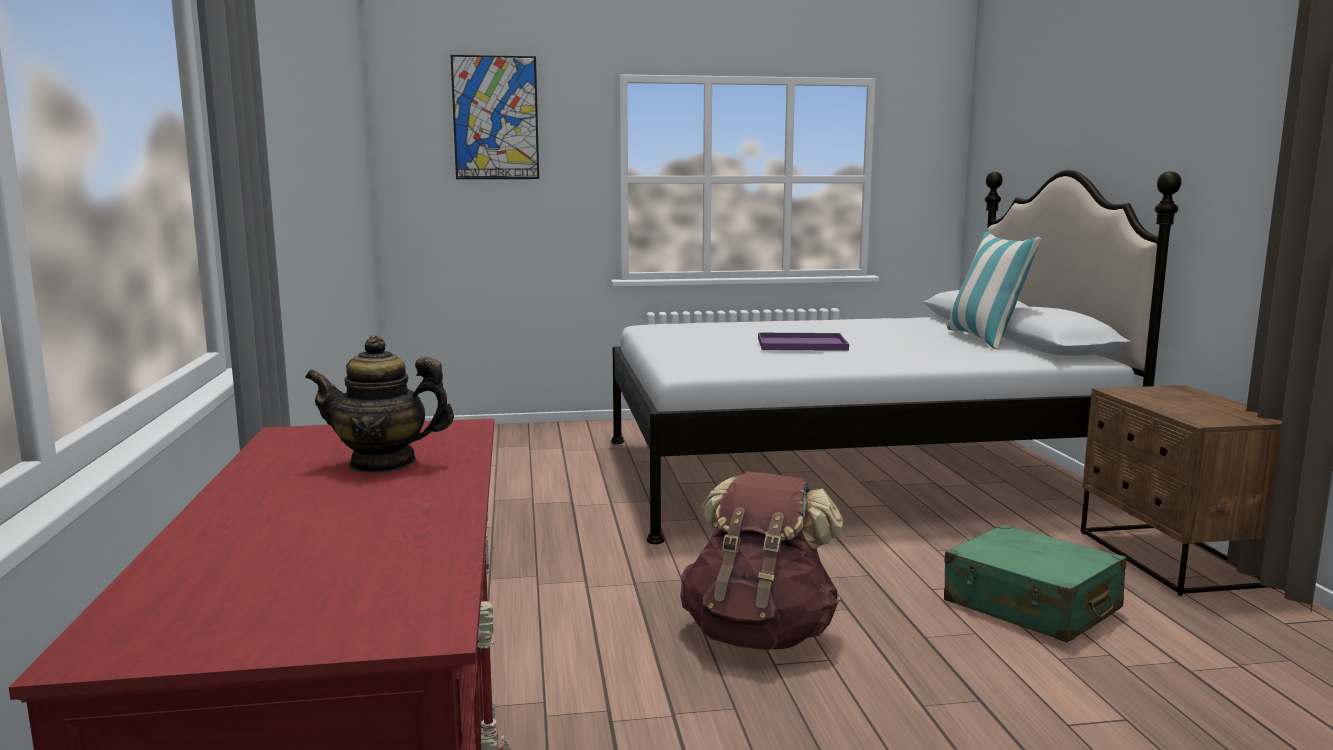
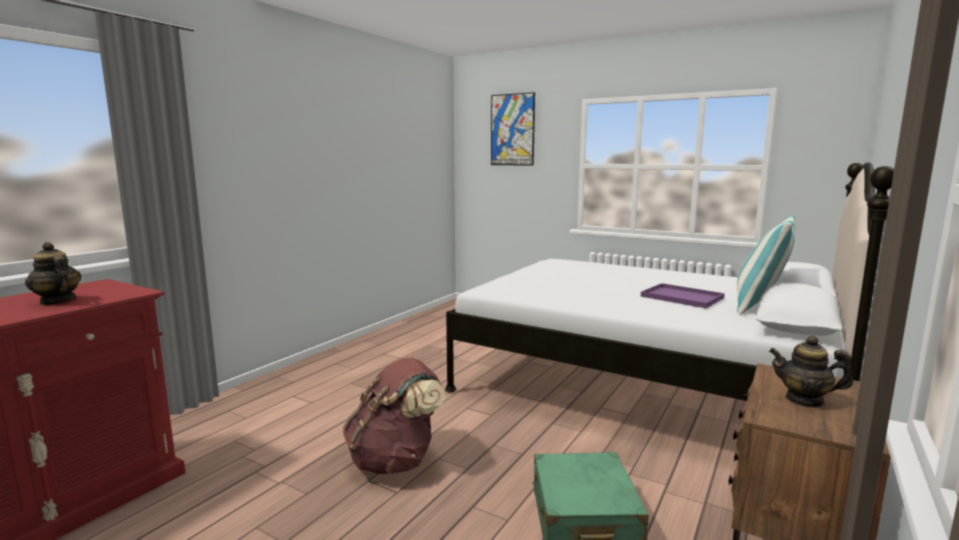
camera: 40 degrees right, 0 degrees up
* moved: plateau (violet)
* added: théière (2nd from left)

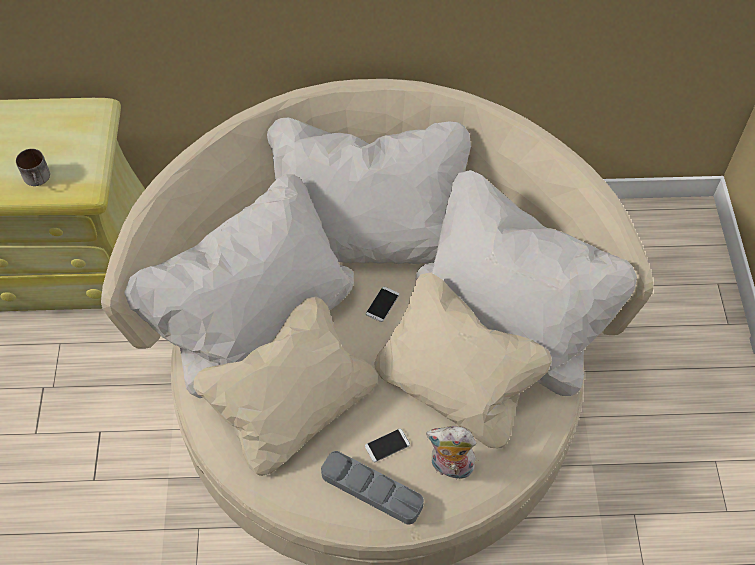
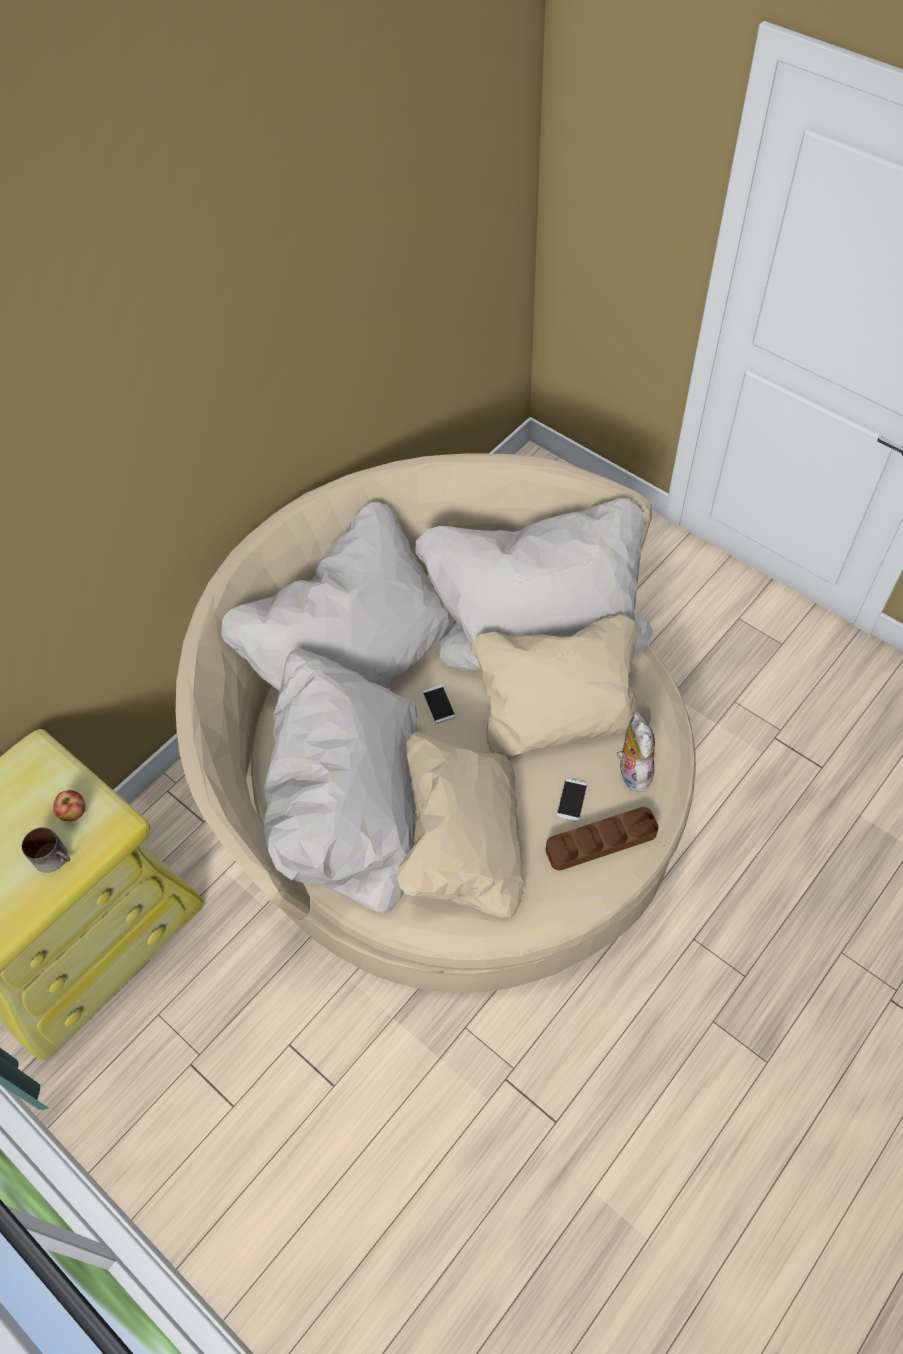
camera: 45 degrees left, 0 degrees up
* recoloured: plateau (gris) to plateau (marron)
* turned: peluche 120 degrees clockwise
* added: pomme

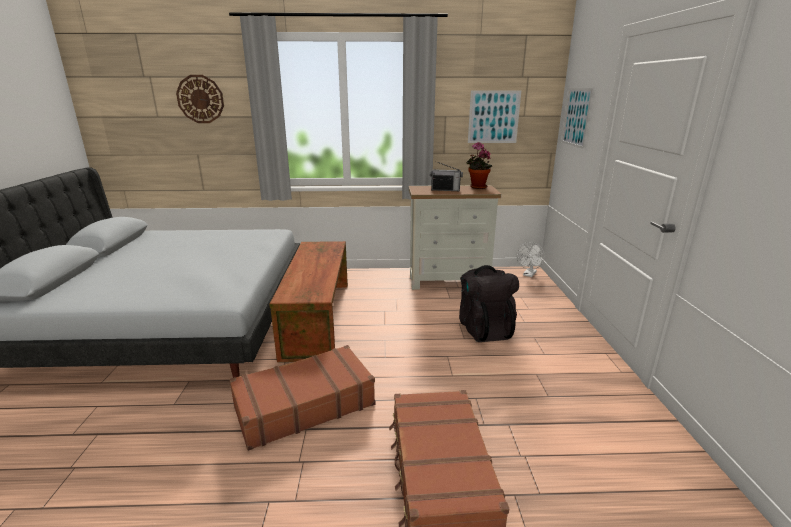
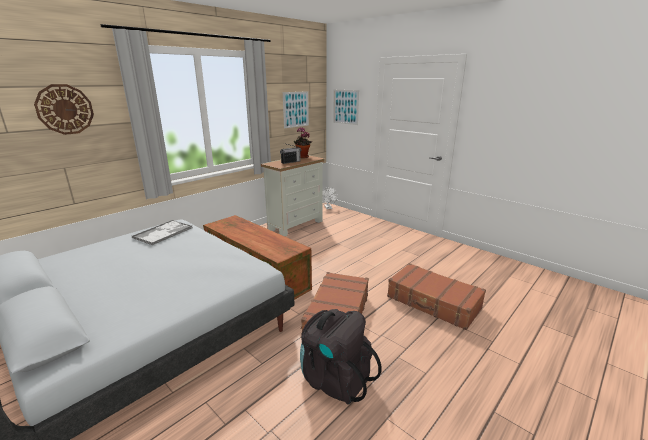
camera: 45 degrees left, 0 degrees up
* moved: sac à dos (noir)
* added: plateau

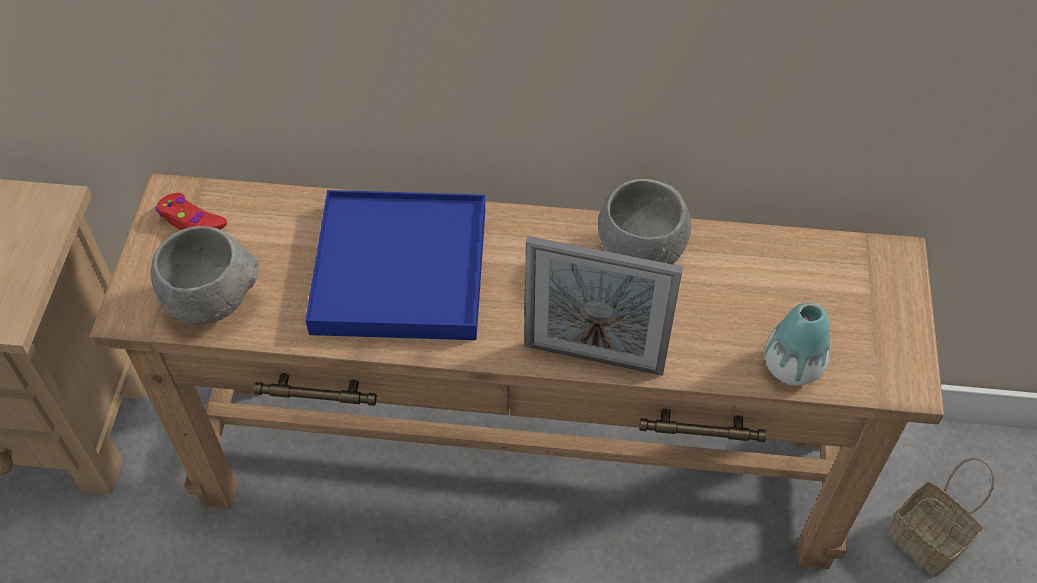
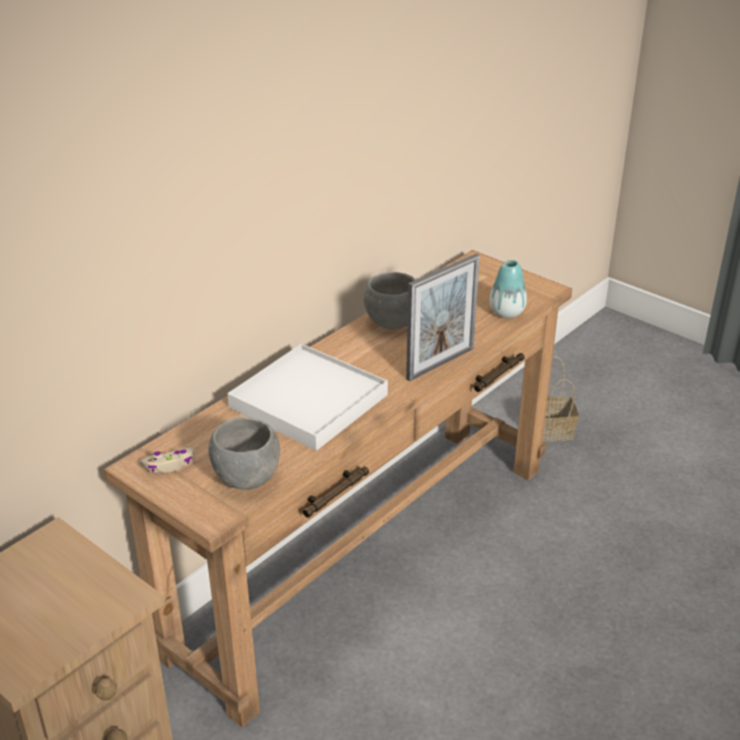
camera: 55 degrees left, 20 degrees down
* recoloured: manette (rouge) to manette (beige)
* recoloured: plateau (bleu) to plateau (blanc)

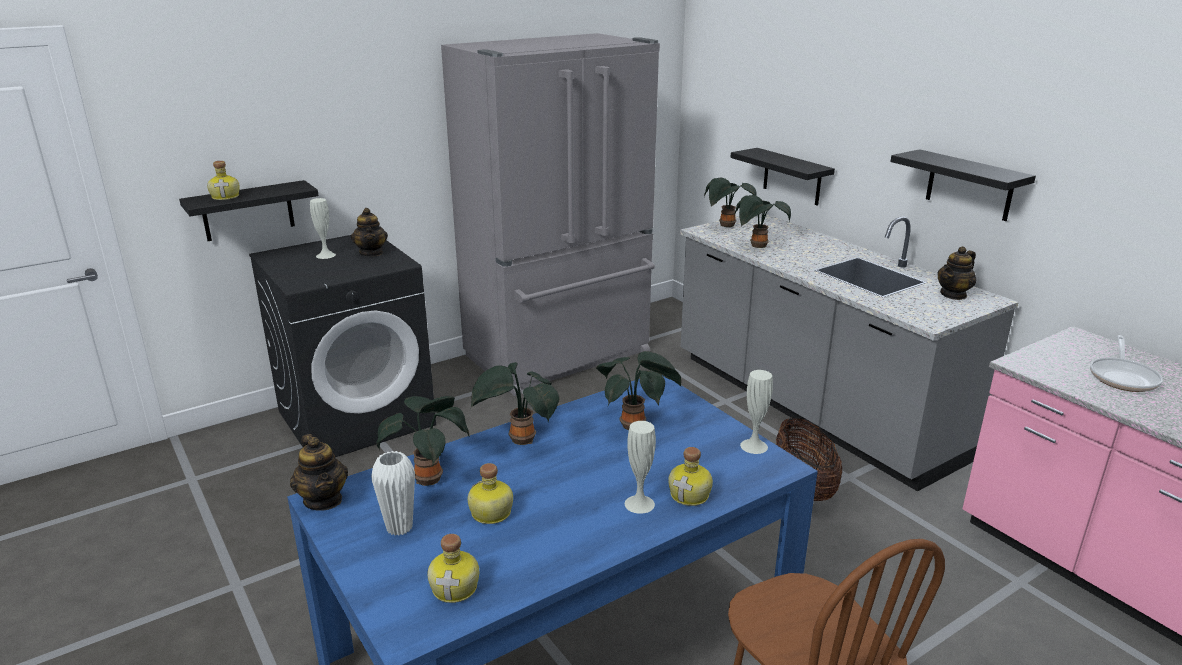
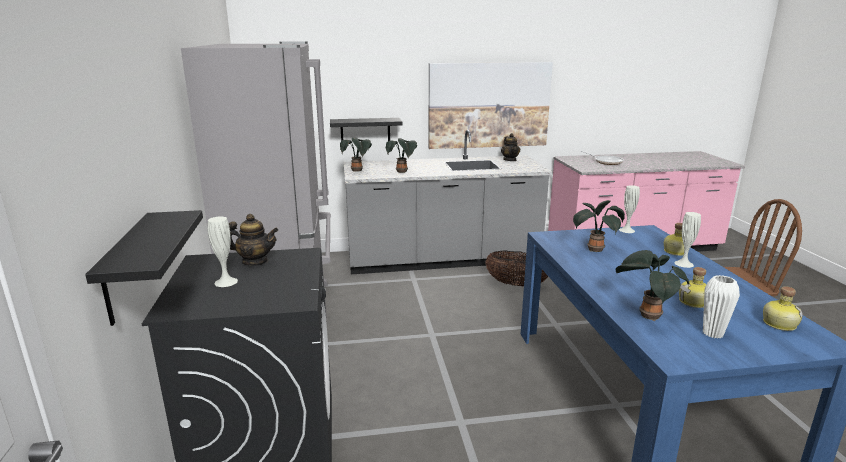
camera: 65 degrees left, 5 degrees down
* removed: bouteille (1st from left)
* removed: théière (1st from left)
* removed: plante en pot (2nd from left)
* replaced: étagère (noir) (3rd from left) to tableau

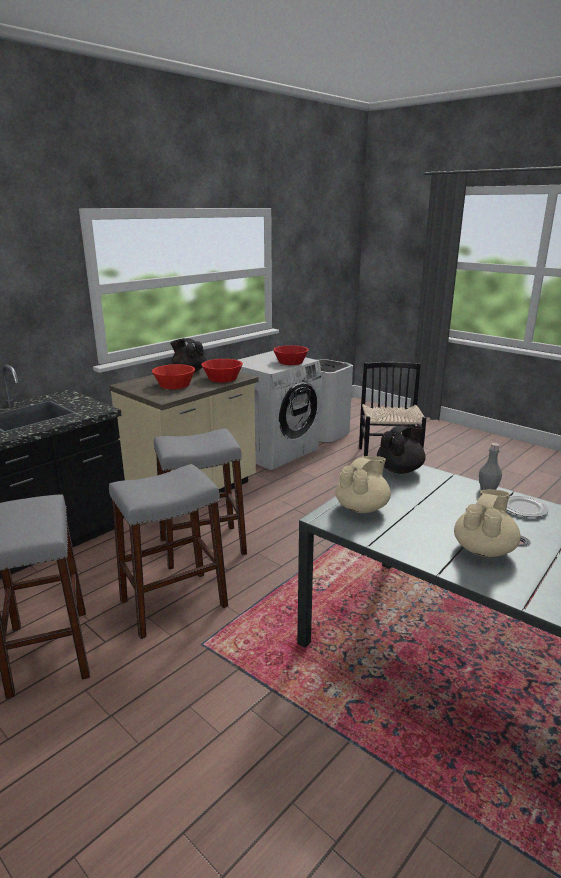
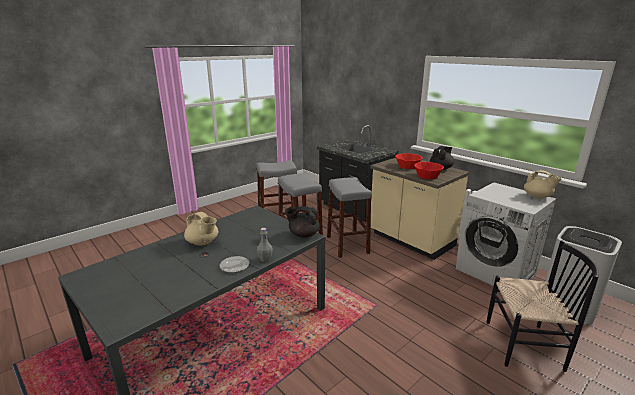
camera: 95 degrees right, 0 degrees up
* removed: bol (rouge) (3rd from left)
* moved: théière (beige) (1st from left in the first image) to théière (beige) (2nd from left)
* turned: théière (noir) (2nd from left in the first image) 135 degrees clockwise

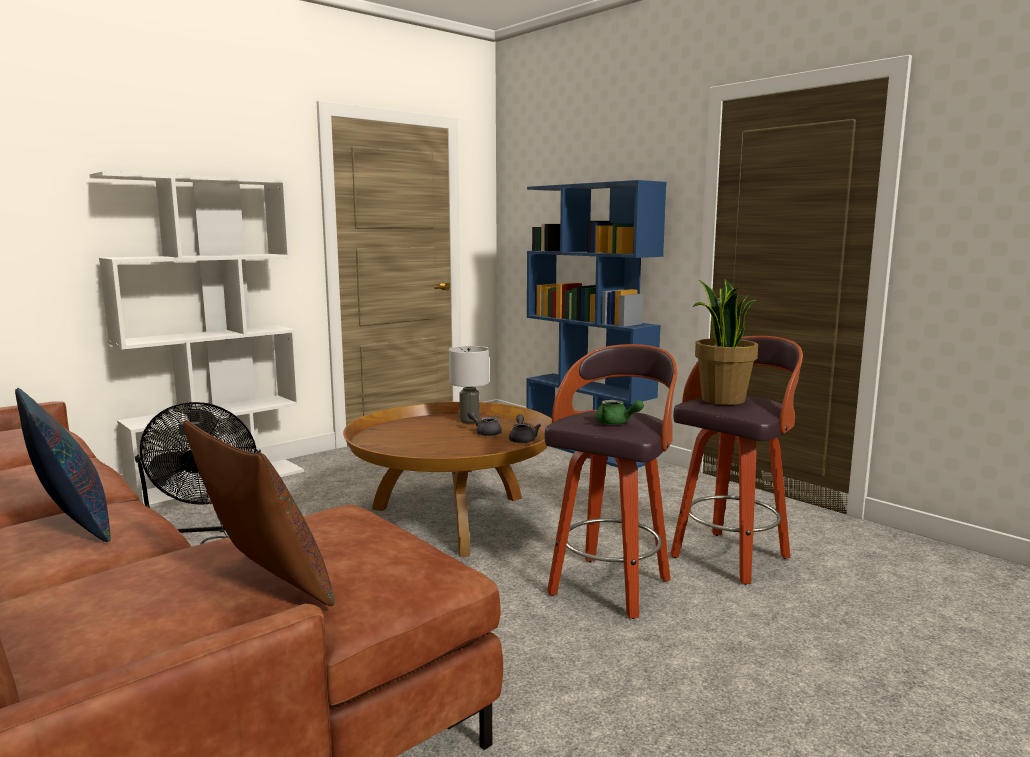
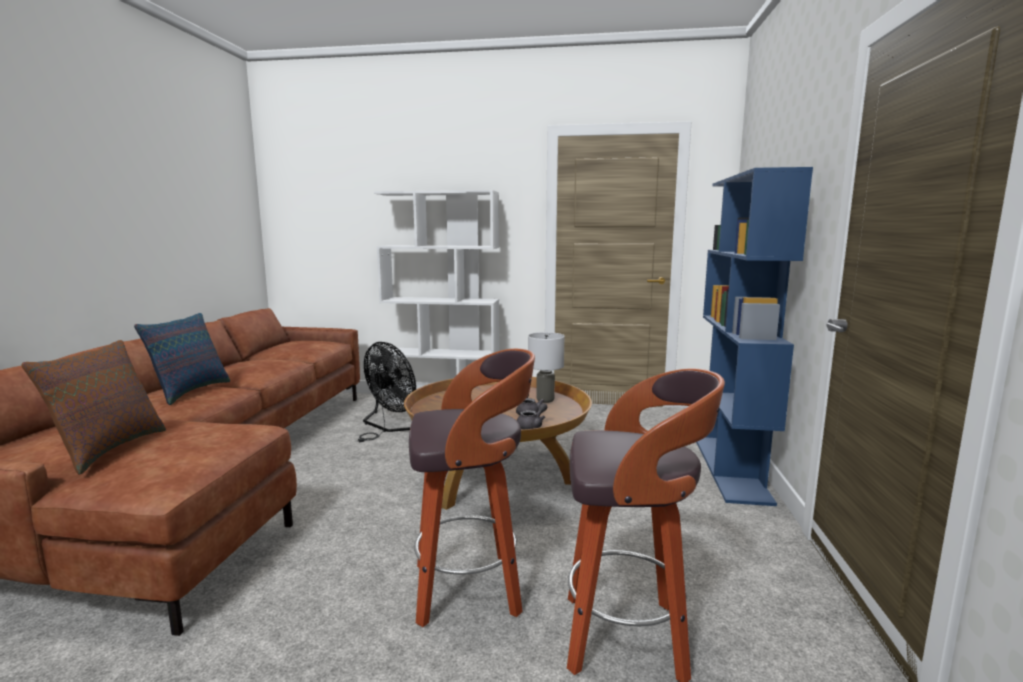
camera: 50 degrees right, 0 degrees up
* removed: théière (vert)
* removed: plante en pot

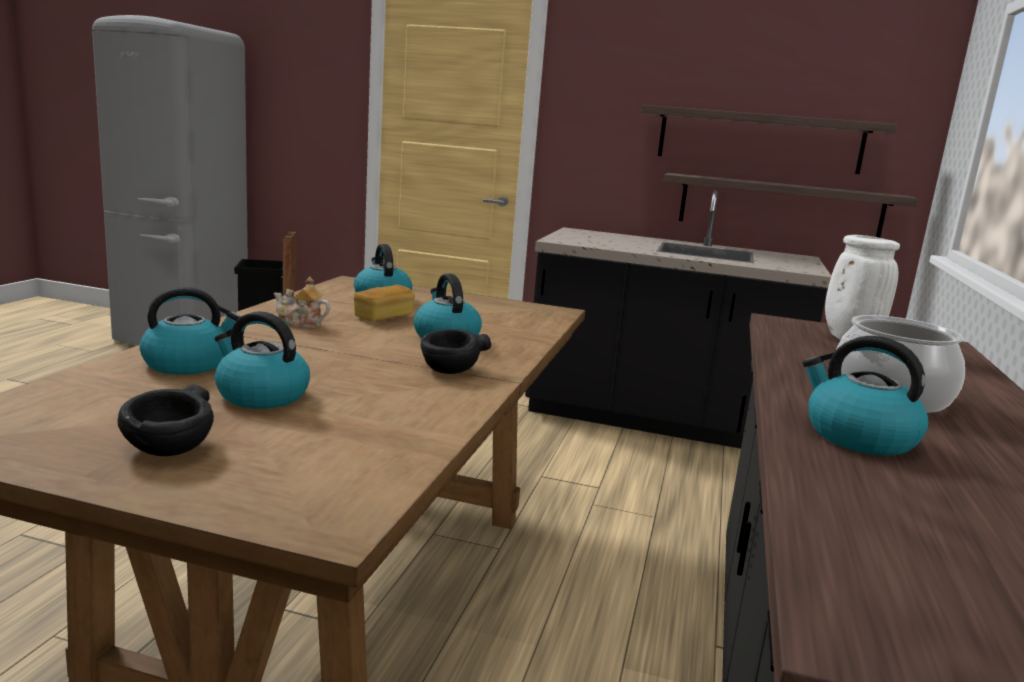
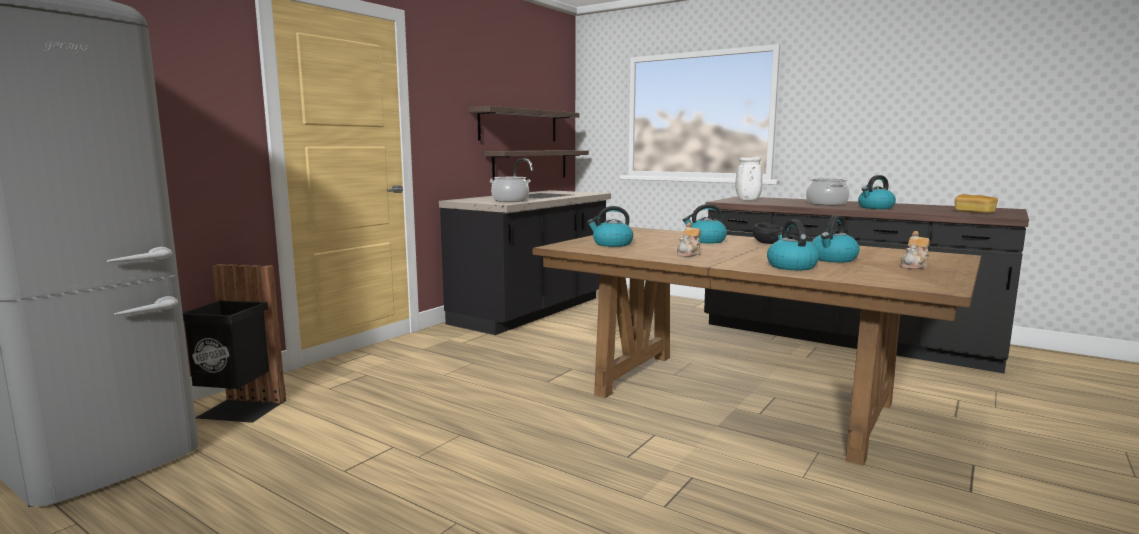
camera: 70 degrees left, 5 degrees down
* replaced: bol (noir) (1st from left) to théière (2nd from left)
* moved: pain
* added: marmite (1st from left)

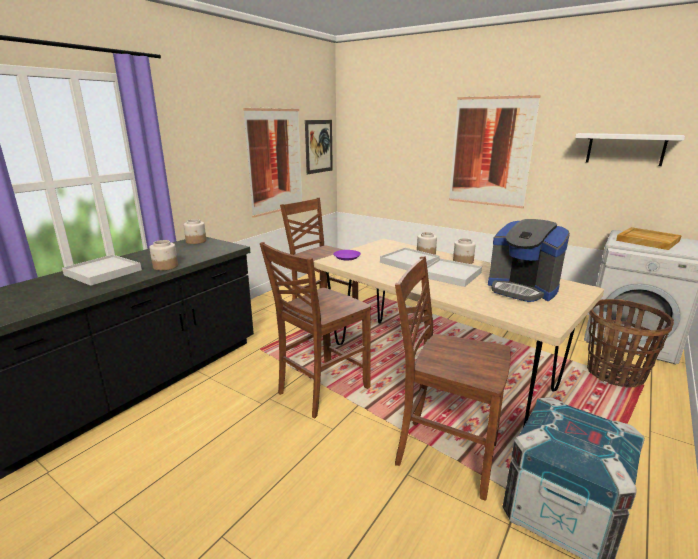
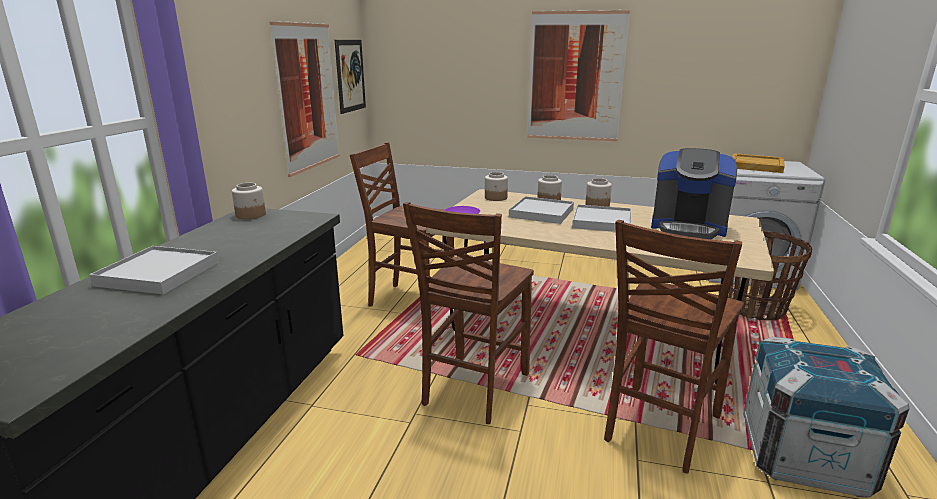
camera: 20 degrees left, 0 degrees up
* moved: bocal (1st from left in the first image) to bocal (2nd from left)
* turned: chaise (marron) (3rd from left) 60 degrees counterclockwise
* removed: étagère (blanc)

